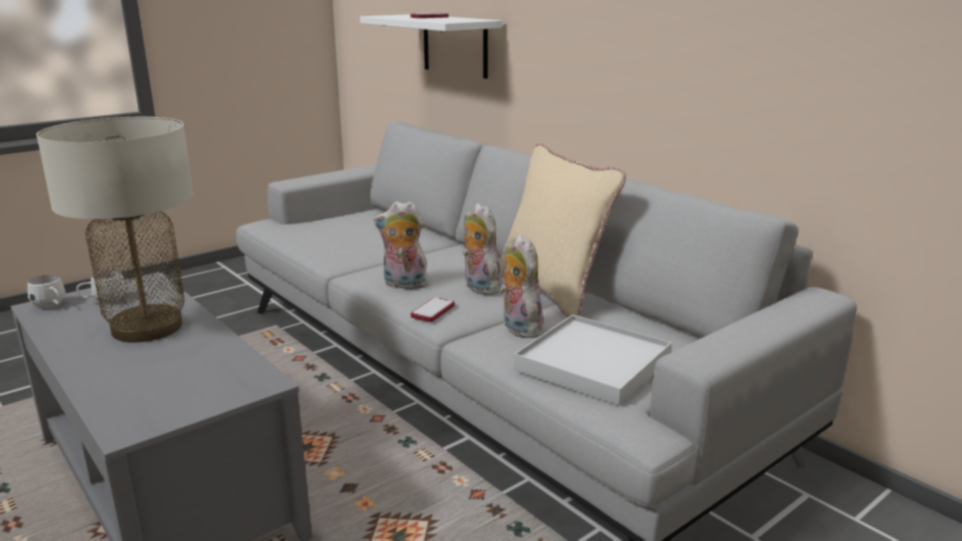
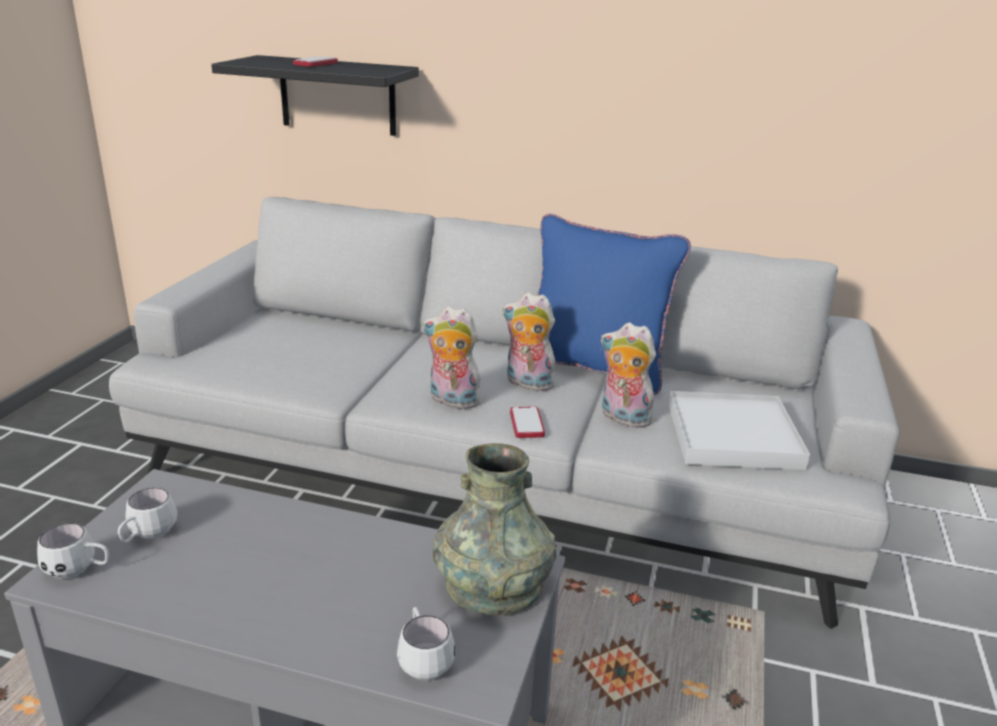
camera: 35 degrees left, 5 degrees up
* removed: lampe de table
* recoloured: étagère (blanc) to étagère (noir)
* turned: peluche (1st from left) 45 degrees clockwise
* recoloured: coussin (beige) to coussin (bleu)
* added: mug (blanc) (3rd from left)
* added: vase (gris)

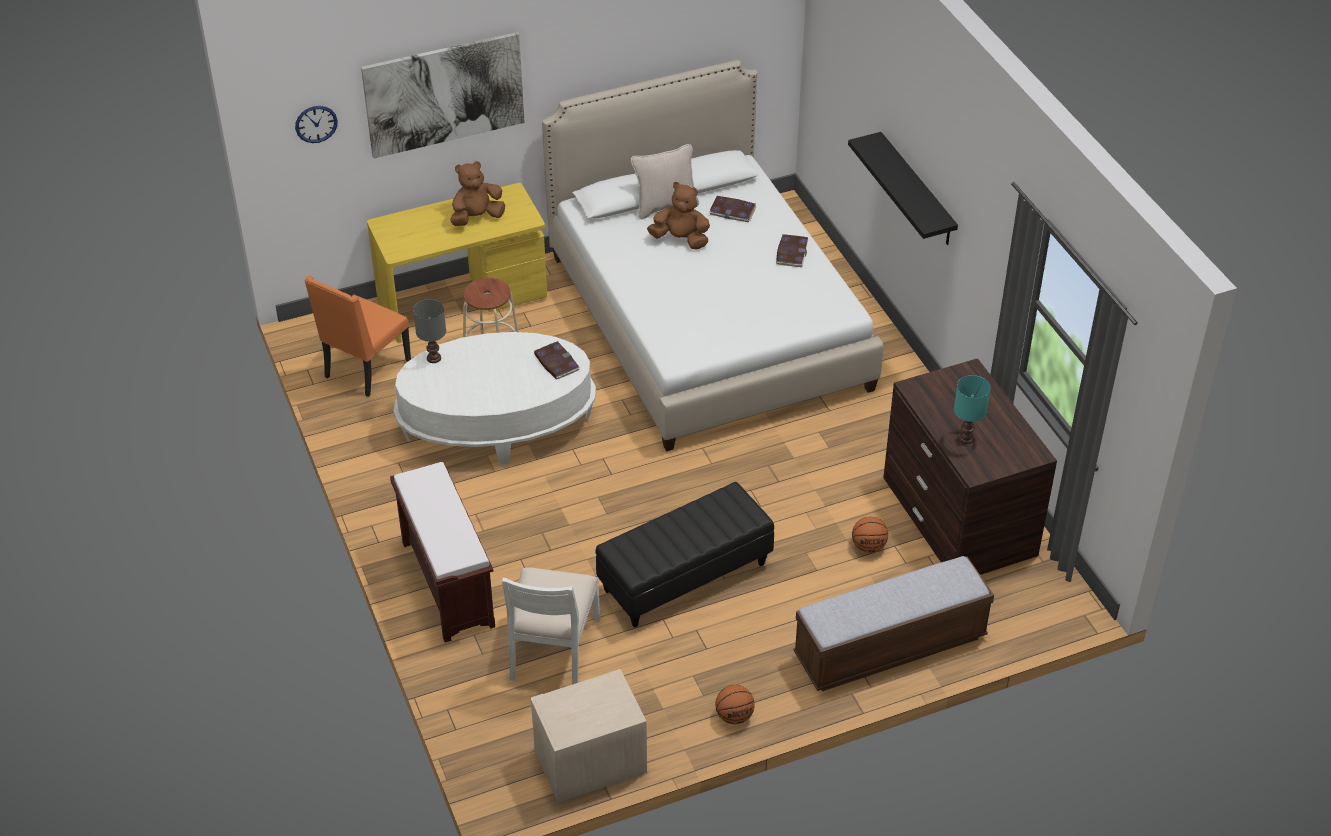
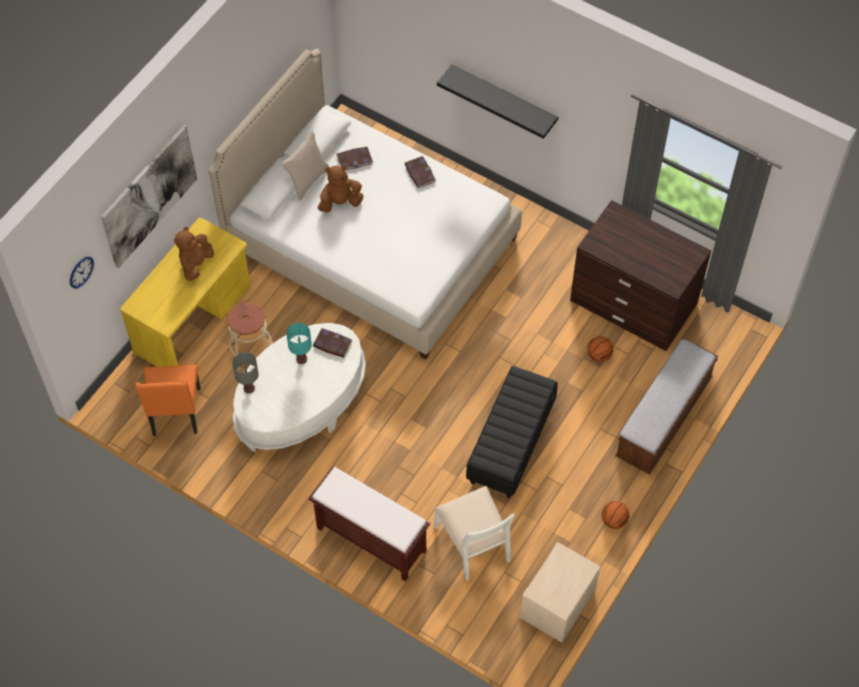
camera: 35 degrees left, 15 degrees up
* moved: lampe de table (turquoise)

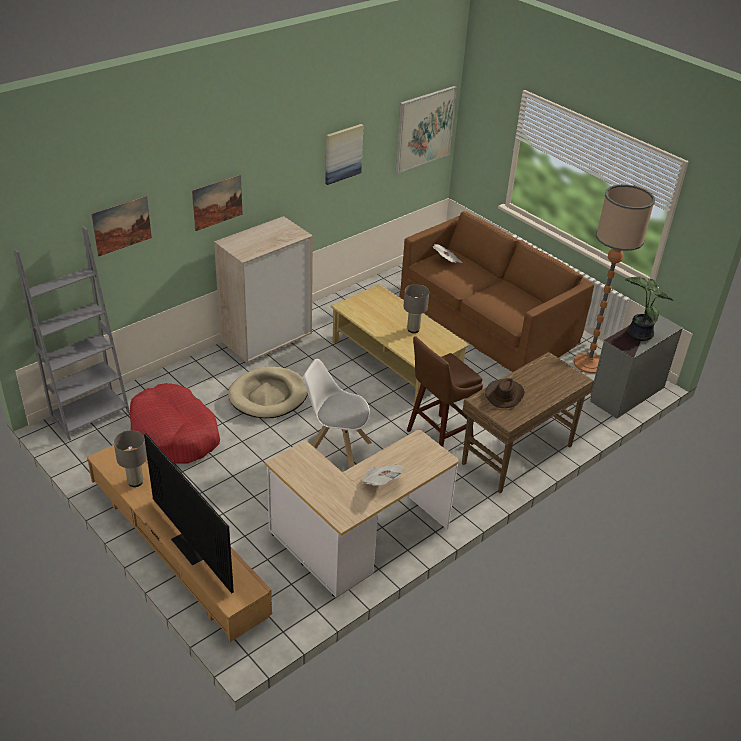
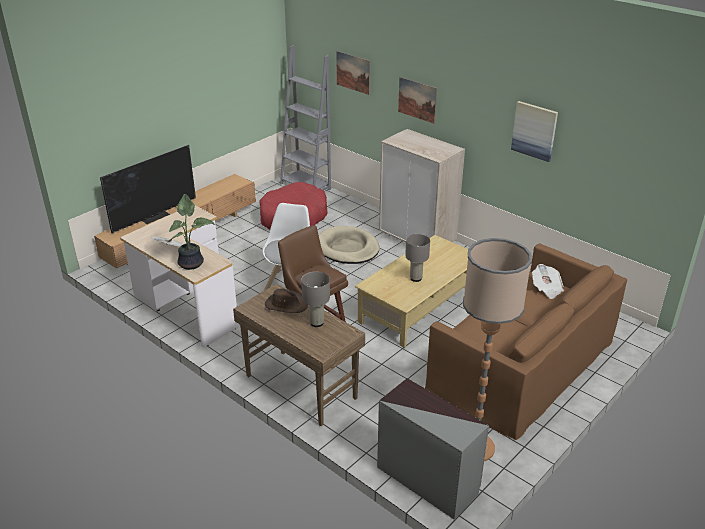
camera: 85 degrees right, 5 degrees down
* moved: lampe de table (gris) (1st from left)
* removed: tableau (4th from left)
* moved: plante en pot

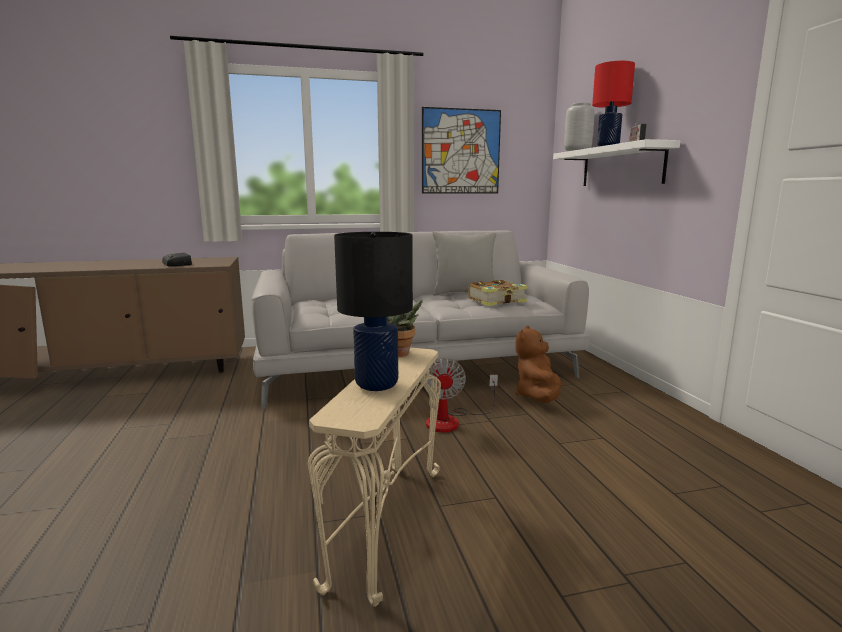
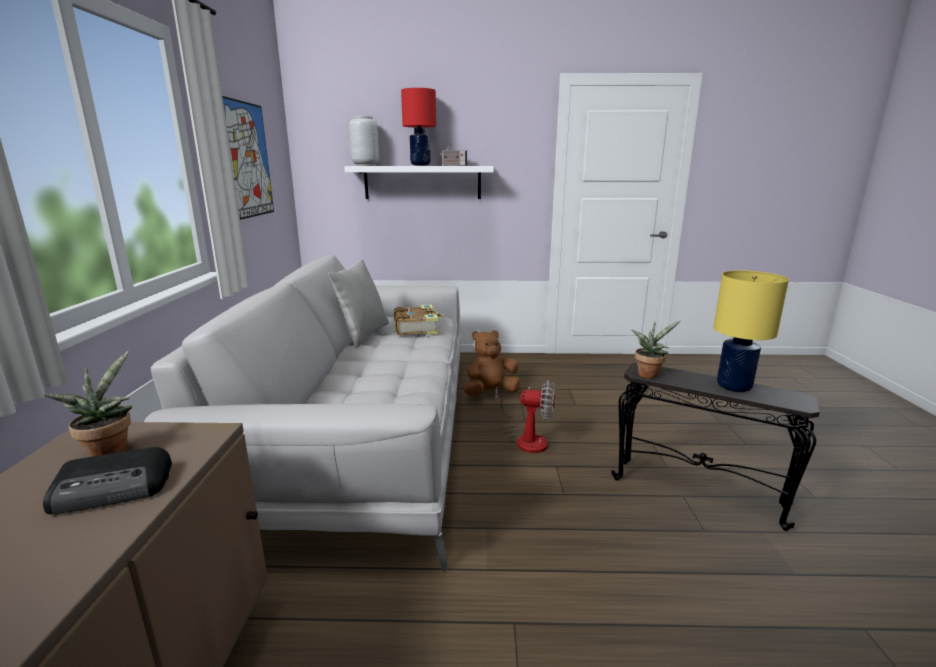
camera: 75 degrees left, 5 degrees up
* recoloured: table d'appoint (beige) to table d'appoint (noir)
* recoloured: lampe de table (noir) to lampe de table (jaune)
* turned: peluche (marron) 120 degrees clockwise
* added: plante en pot (1st from left)

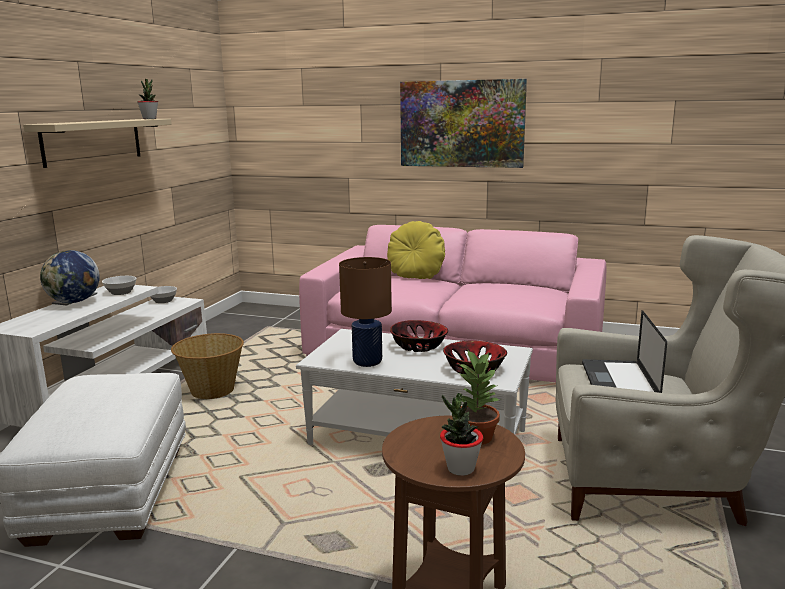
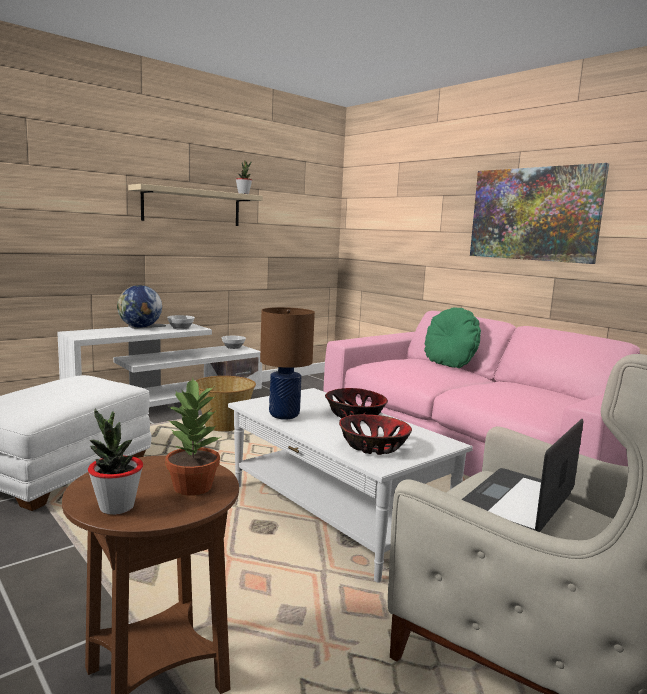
camera: 30 degrees right, 5 degrees down
* recoloured: coussin (jaune) to coussin (vert)

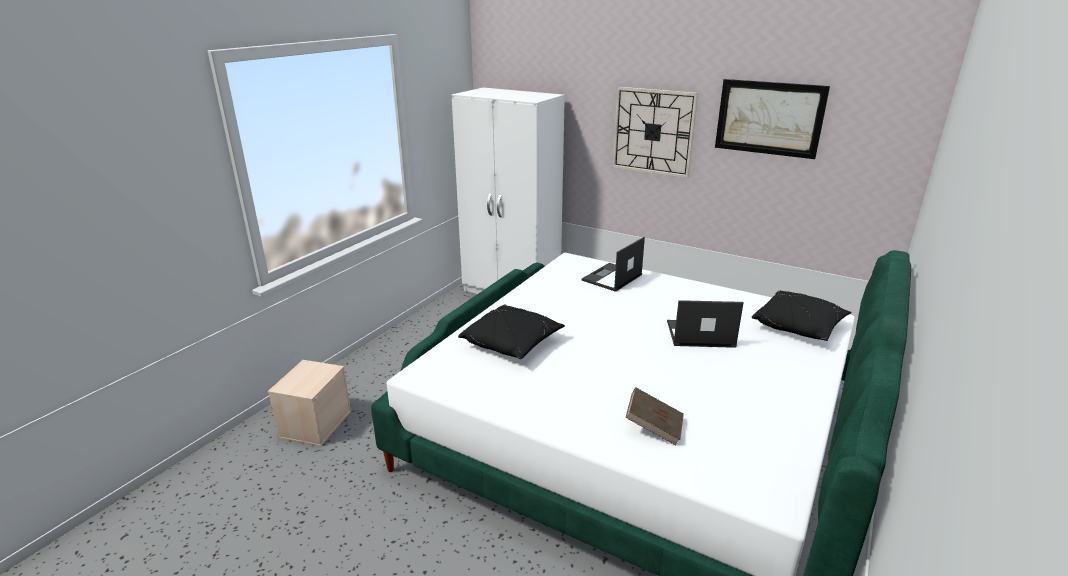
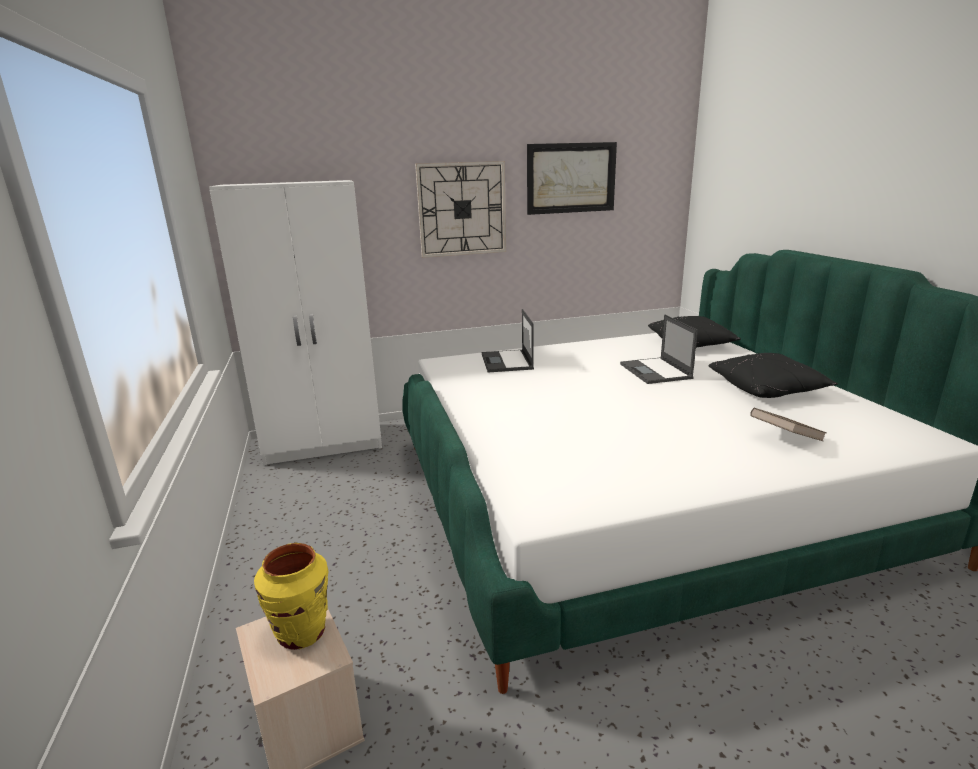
camera: 45 degrees left, 5 degrees down
* moved: coussin (noir) (1st from left in the first image) to coussin (noir) (2nd from left)
* turned: ordinateur portable (2nd from left) 60 degrees counterclockwise
* added: vase (jaune)

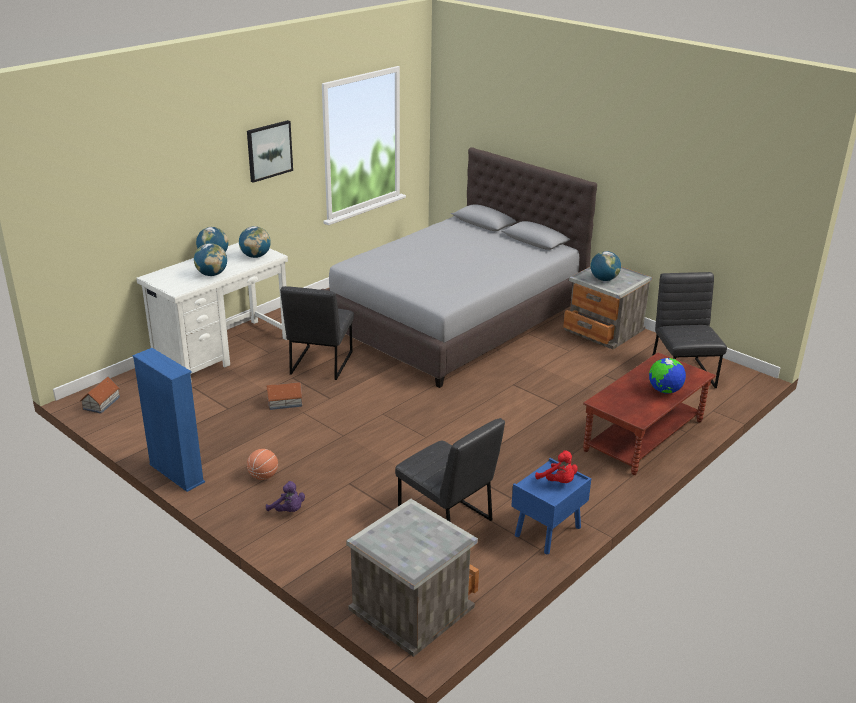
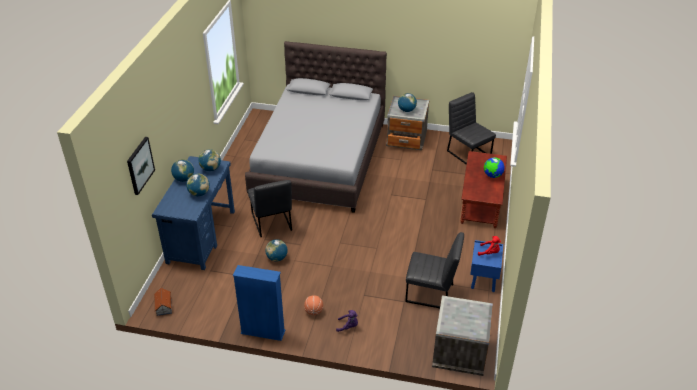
camera: 30 degrees left, 10 degrees up
* recoloured: bureau (blanc) to bureau (bleu)
* moved: tableau
* replaced: maison miniature (2nd from left) to globe (4th from left)

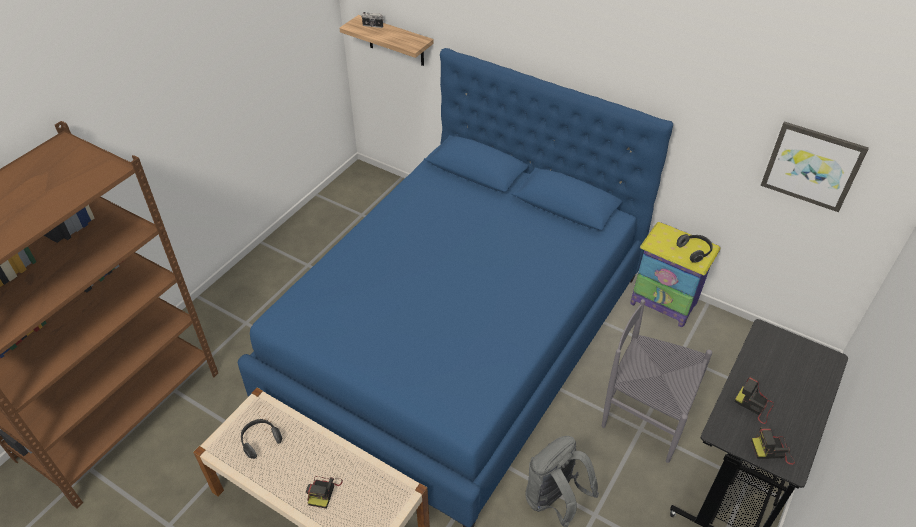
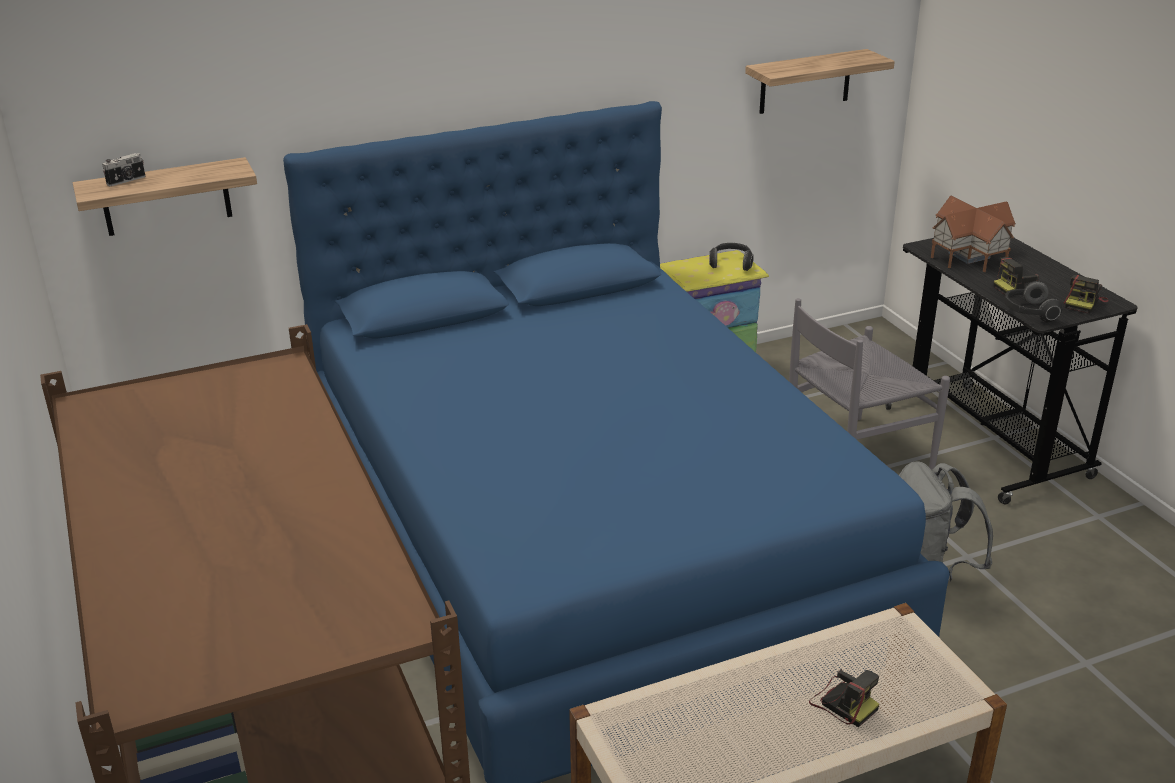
camera: 55 degrees left, 15 degrees down
* moved: casque audio (1st from left in the first image) to casque audio (2nd from left)
* replaced: tableau to étagère (2nd from left)
* added: maison miniature

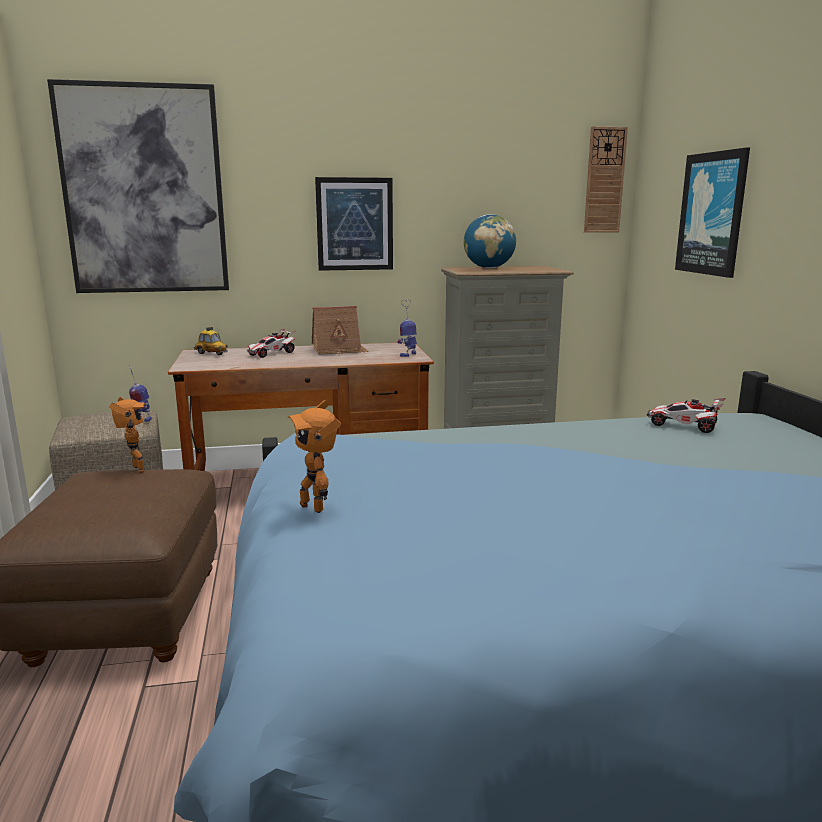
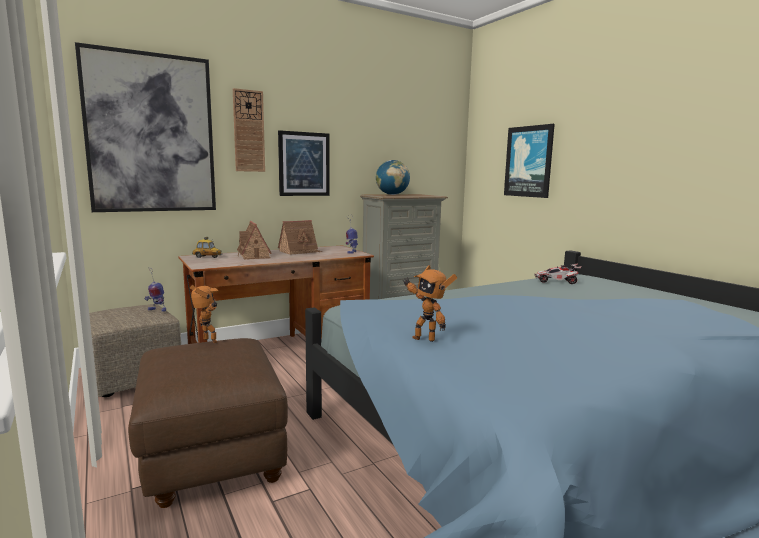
camera: 20 degrees left, 5 degrees down
* replaced: petite voiture (2nd from left) to maison miniature (1st from left)
* moved: horloge murale

